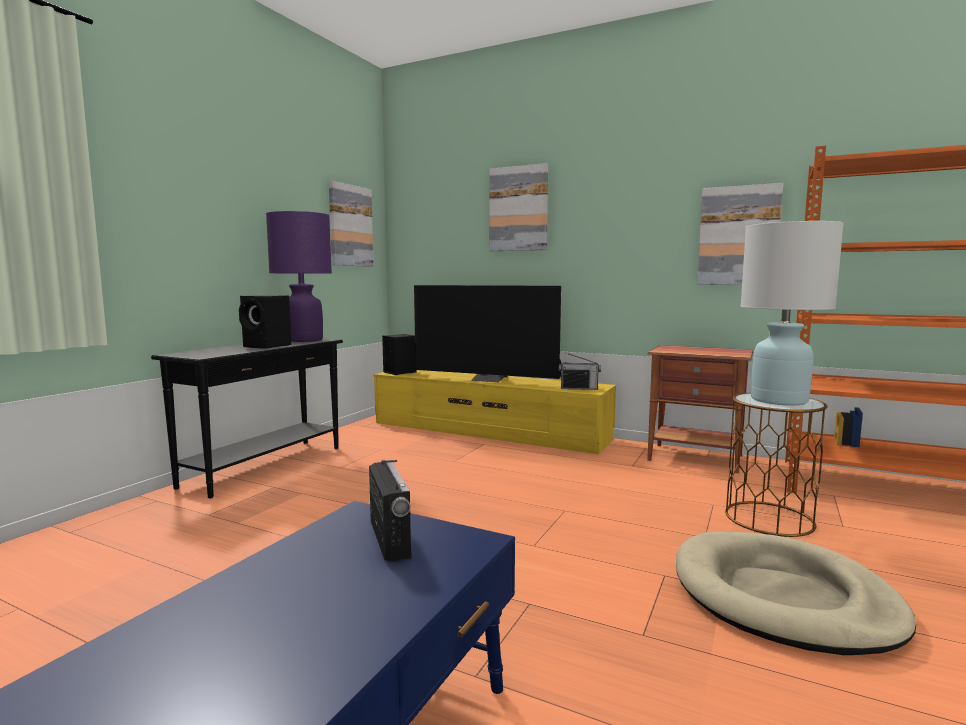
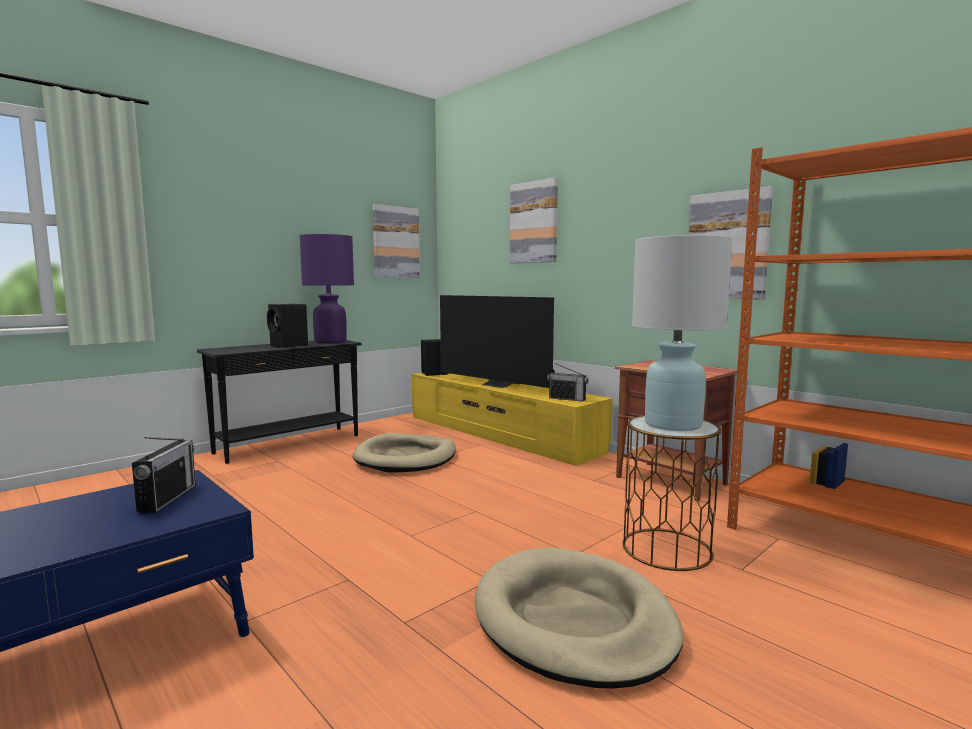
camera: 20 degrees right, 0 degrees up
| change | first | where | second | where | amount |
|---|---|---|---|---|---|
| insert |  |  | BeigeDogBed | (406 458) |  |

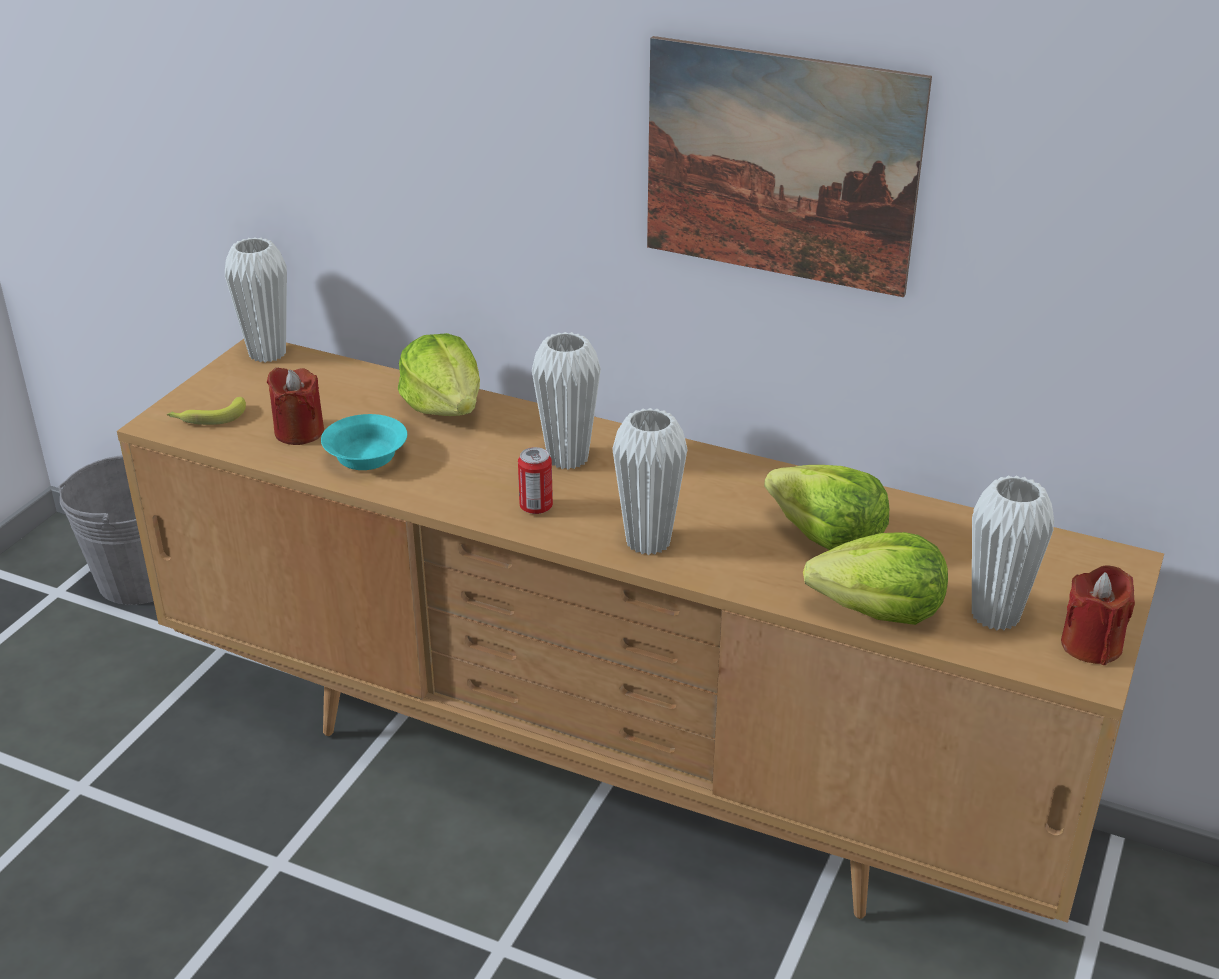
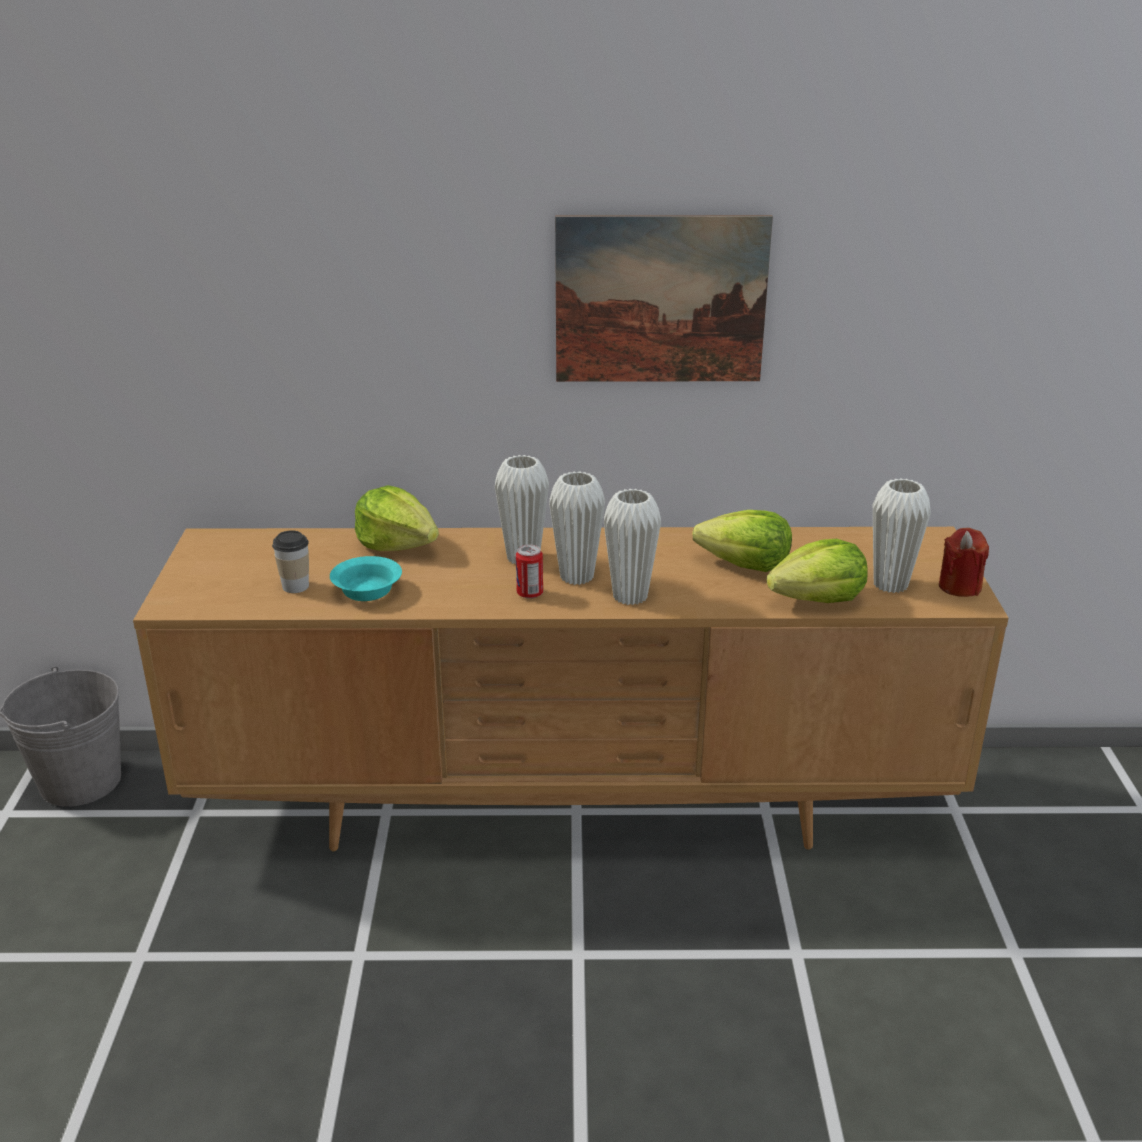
camera: 25 degrees left, 5 degrees down
| change | first | where | second | where | amount |
|---|---|---|---|---|---|
| replace | RedColouredWaxLight | (299 432) | DrinkingCup | (295 586) |  |
| move | WhitishFlowerVase | (267 353) |  | (576 576) |  |
| delete | BananaFruit | (207 417) |  |  |  |

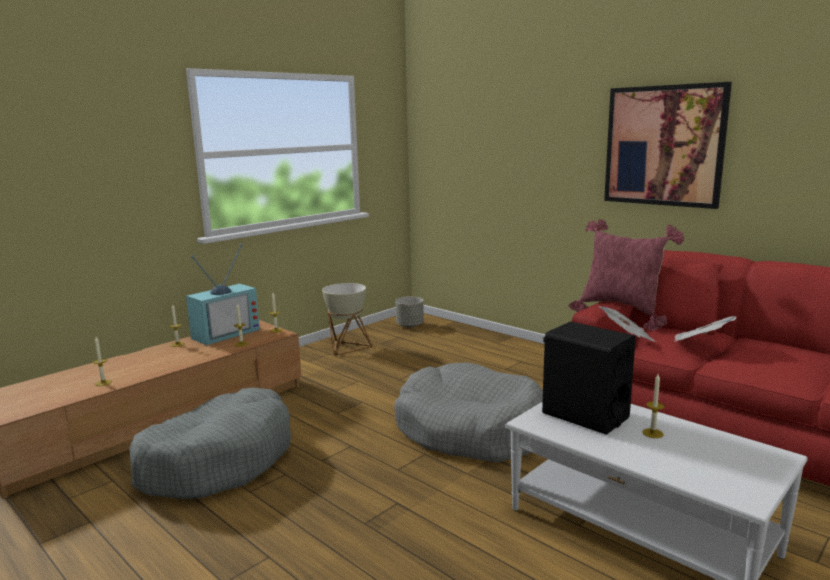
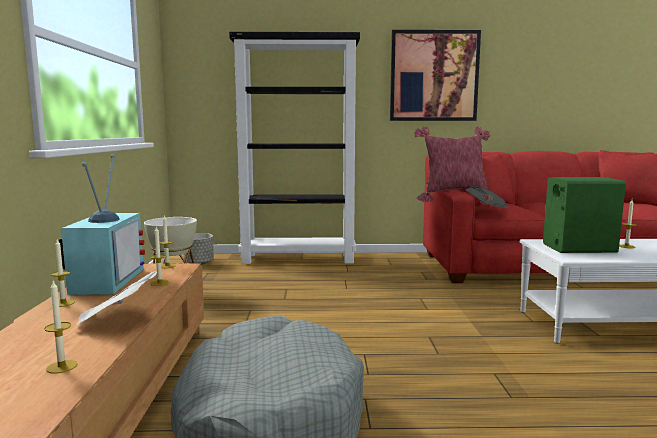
camera: 45 degrees left, 5 degrees down
| change | first | where | second | where | amount |
|---|---|---|---|---|---|
| move | Newspaper | (700 343) |  | (116 319) |  |
| insert |  |  | BlackishBookcase | (299 258) |  |
| recolor | BlackishSpeaker | (584 415) | GreenColouredSpeaker | (578 248) |  |
| delete | GrayDogBed | (470 429) |  |  |  |

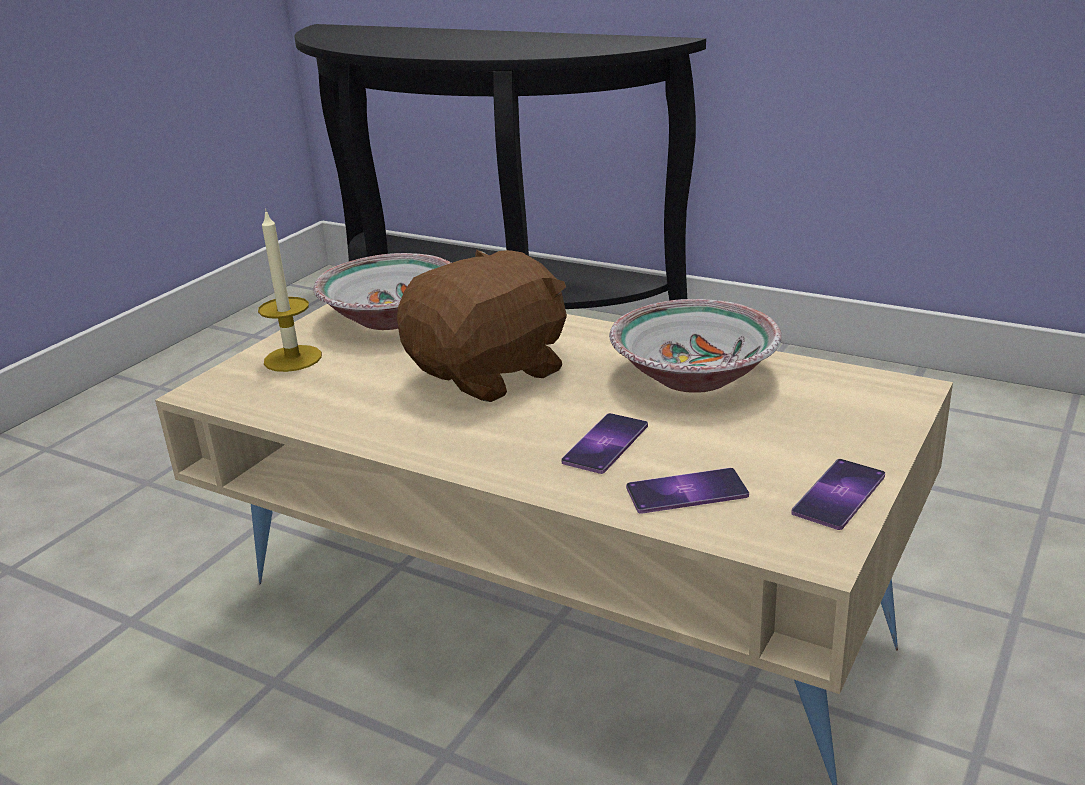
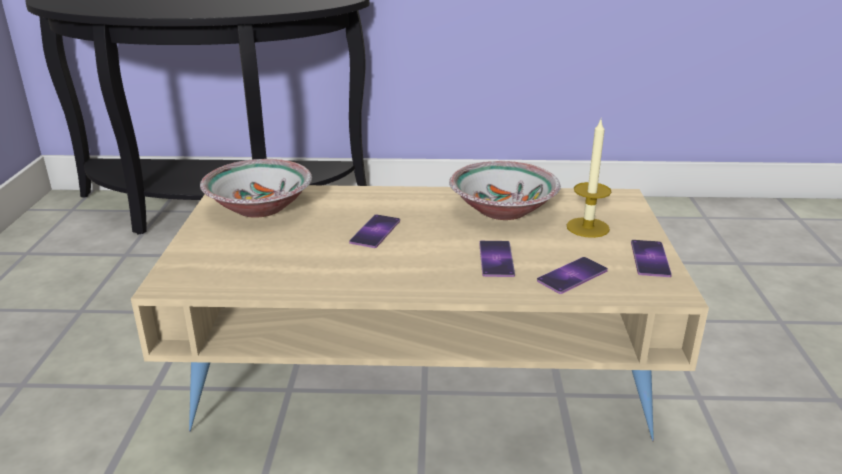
camera: 30 degrees left, 0 degrees up
| change | first | where | second | where | amount |
|---|---|---|---|---|---|
| replace | BrownishCuddlyToy | (491 373) | Handset | (375 231) |  |
| move | WaxLight | (293 358) |  | (587 227) |  |

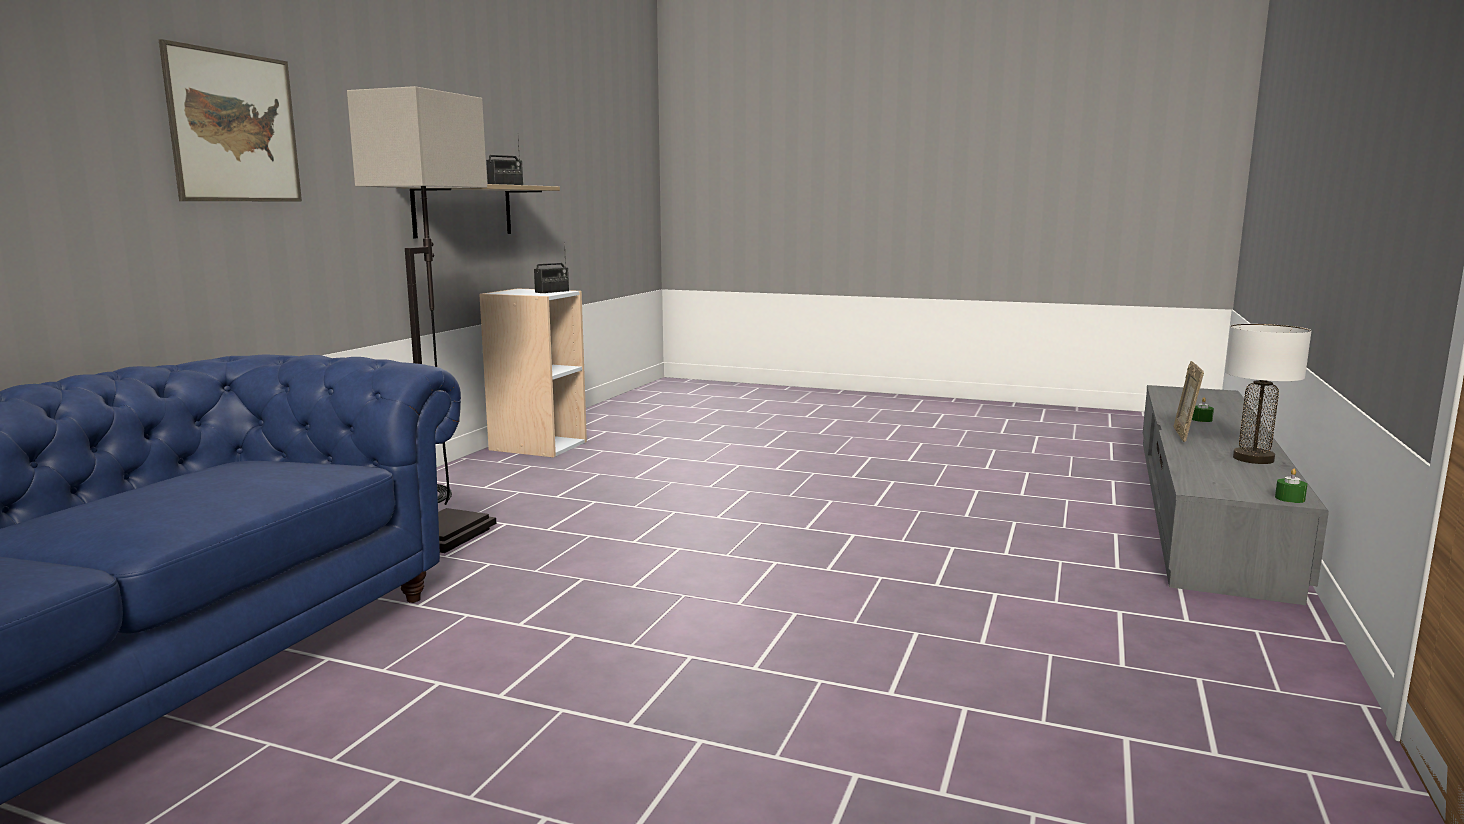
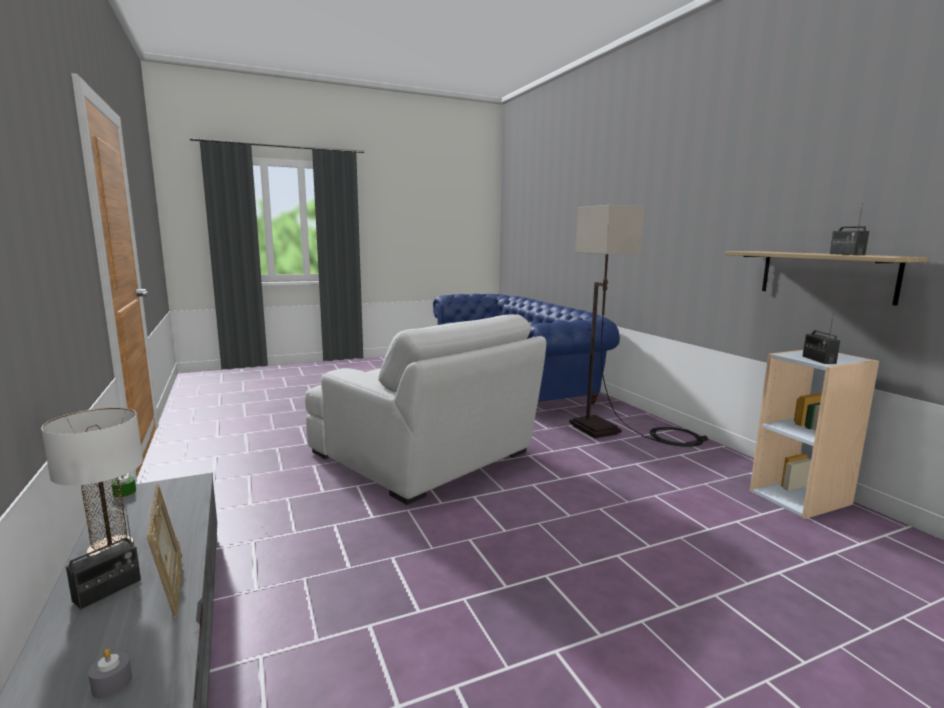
camera: 135 degrees right, 0 degrees up
| change | first | where | second | where | amount |
|---|---|---|---|---|---|
| insert |  |  | RadioReceiver | (107 590) |  |
| recolor | GreenColouredWaxLight | (1201 419) | GrayWaxLight | (112 684) |  |
| insert |  |  | WhitishEasyChair | (425 455) |  |
| delete | WallPicture | (234 127) |  |  |  |

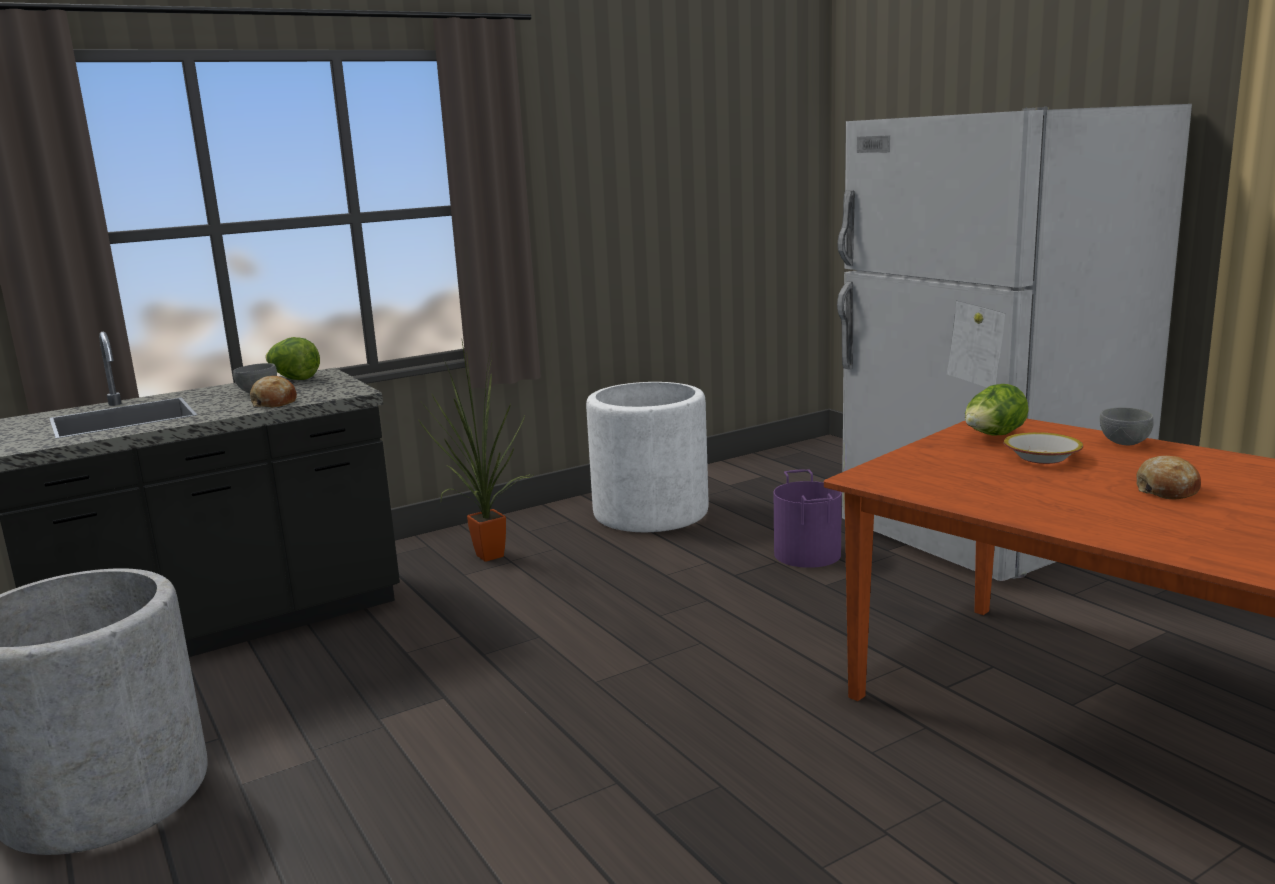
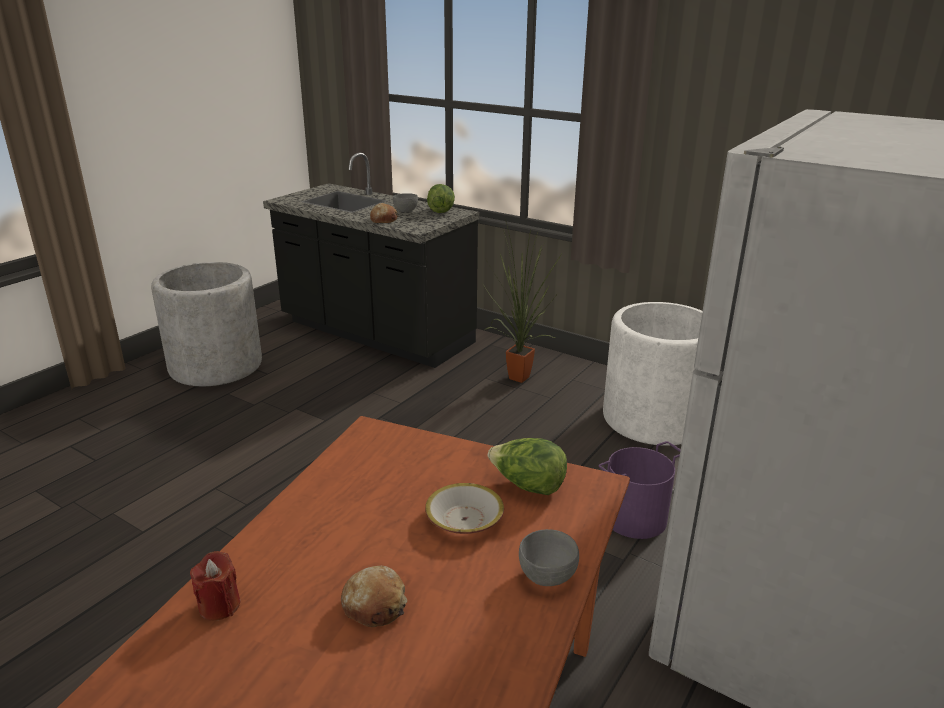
camera: 65 degrees right, 10 degrees up
| change | first | where | second | where | amount |
|---|---|---|---|---|---|
| insert |  |  | RedColouredWaxLight | (219 605) |  |

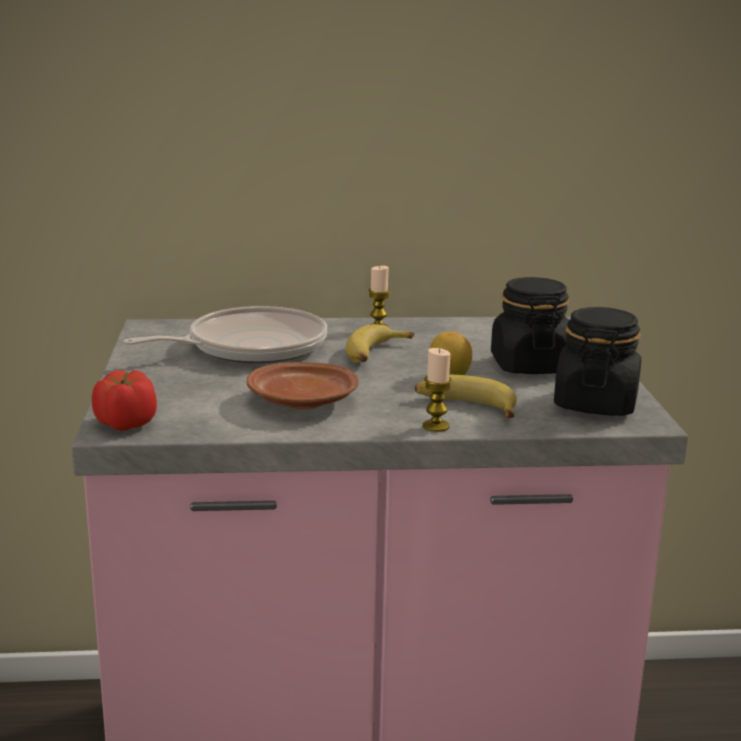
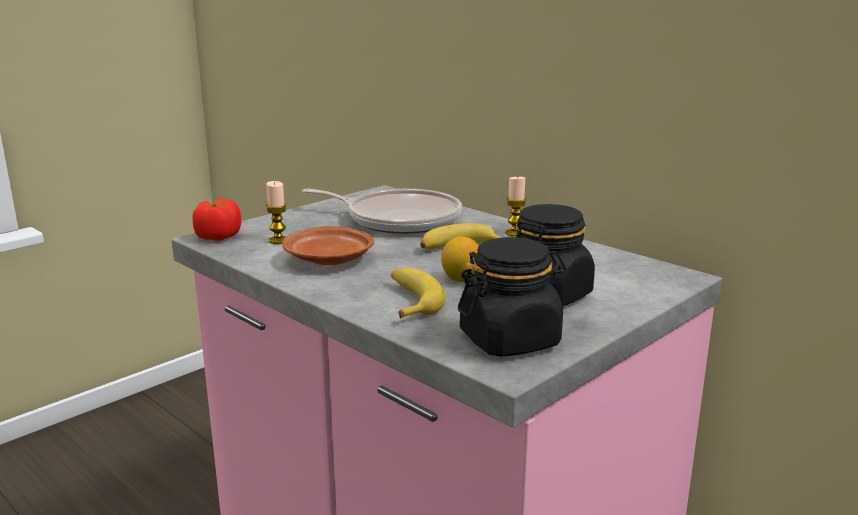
camera: 50 degrees right, 0 degrees up
| change | first | where | second | where | amount |
|---|---|---|---|---|---|
| move | WaxLight | (436 426) |  | (278 240) |  |

